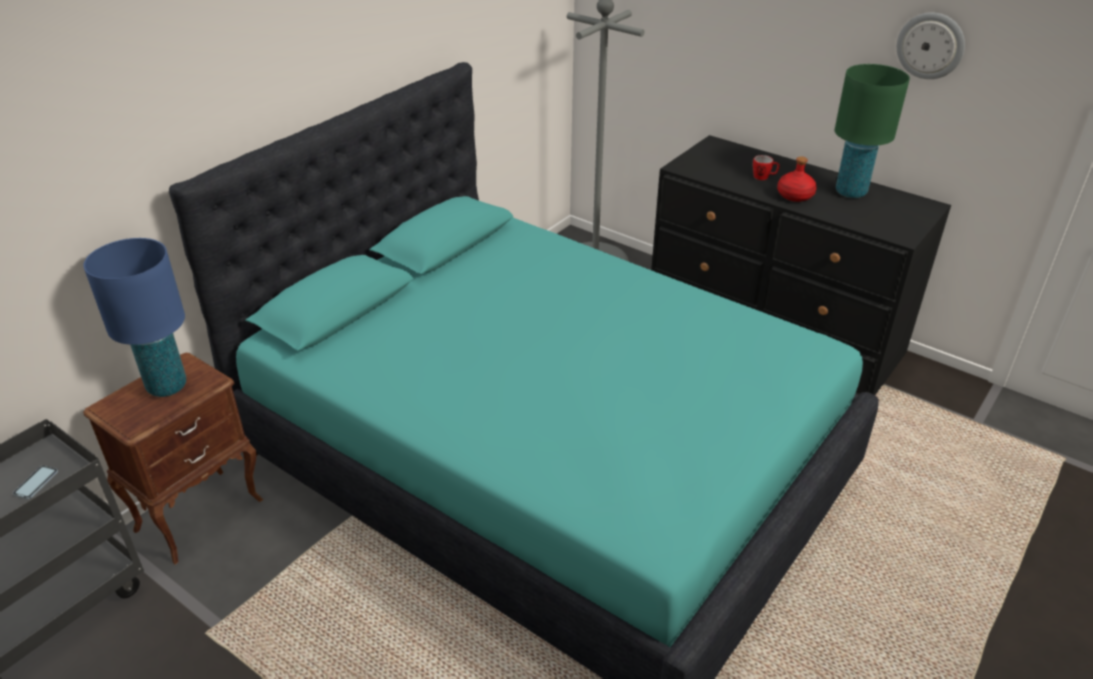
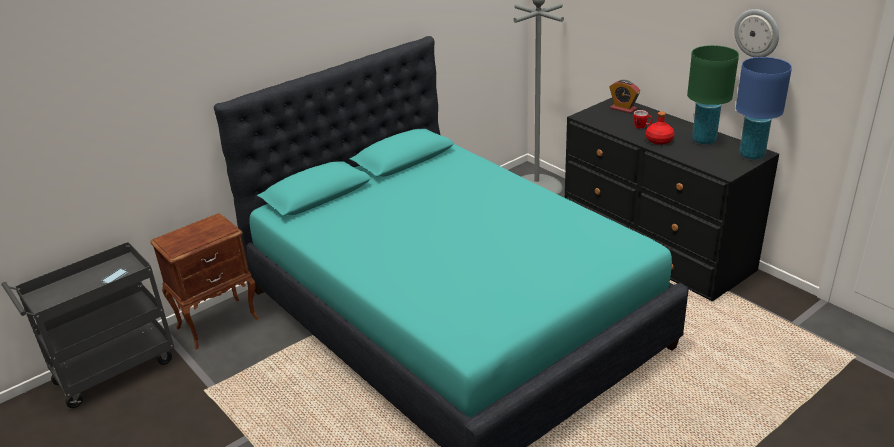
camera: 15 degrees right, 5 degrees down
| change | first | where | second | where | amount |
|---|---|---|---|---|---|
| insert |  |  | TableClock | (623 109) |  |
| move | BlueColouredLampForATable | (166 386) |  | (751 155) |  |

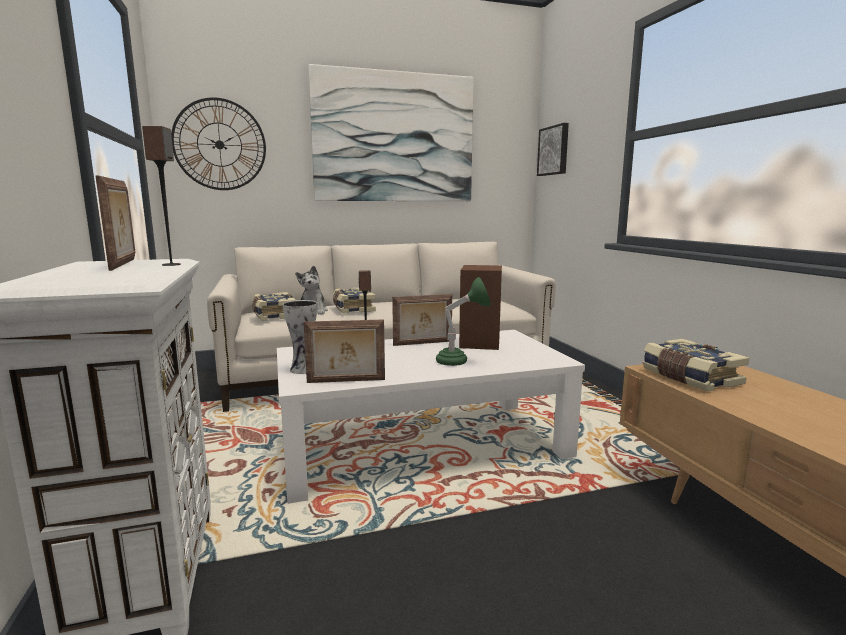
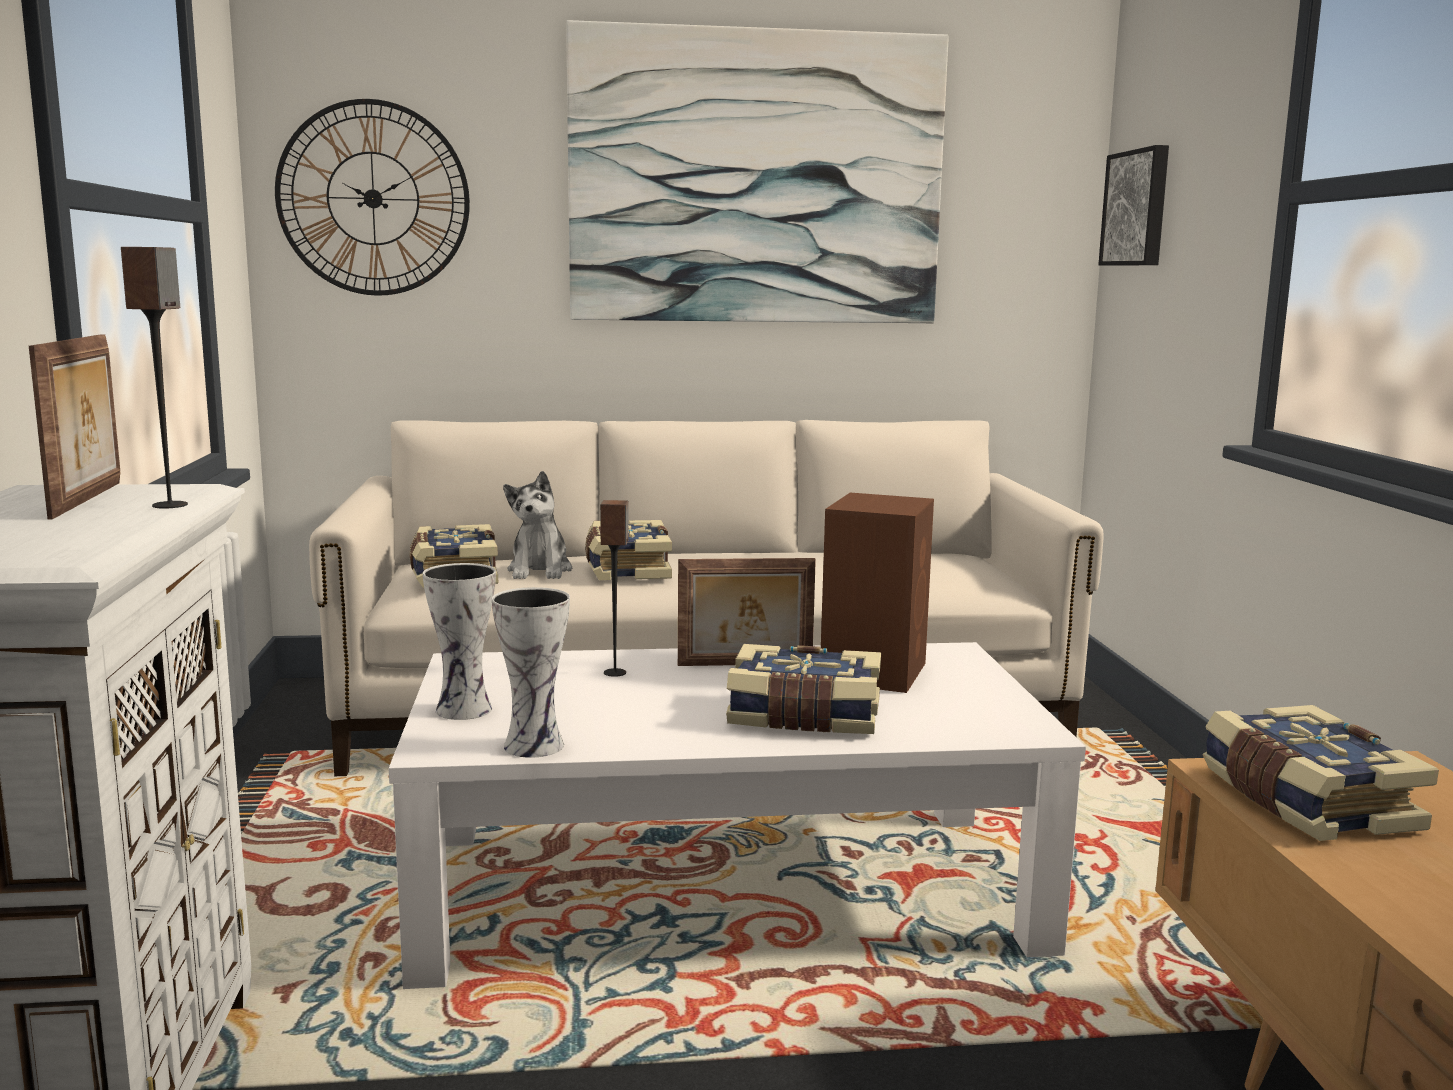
camera: 10 degrees right, 0 degrees up
| change | first | where | second | where | amount |
|---|---|---|---|---|---|
| replace | StandingFrame | (346 381) | FlowerVase | (536 745) |  |
| replace | GreenColouredLampForATable | (461 362) | Book | (804 717) |  |

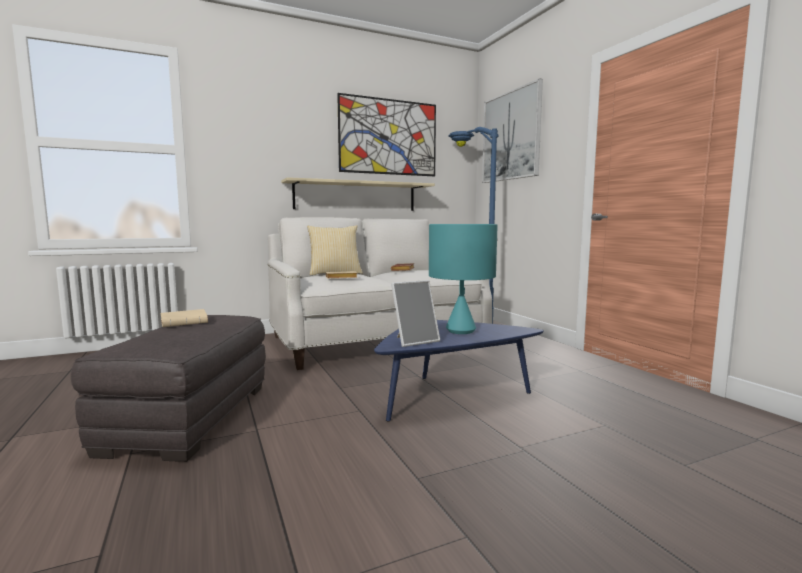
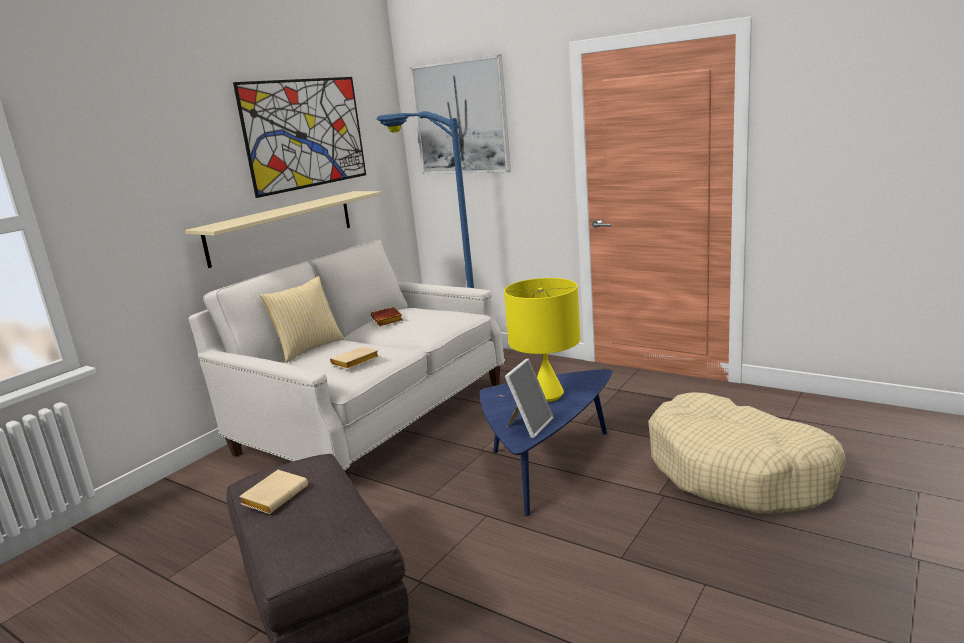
camera: 30 degrees left, 10 degrees up
| change | first | where | second | where | amount |
|---|---|---|---|---|---|
| recolor | BlueGreenLampForATable | (460 331) | YellowColouredLampForATable | (548 396) |  |
| insert |  |  | BeigeDogBed | (739 472) |  |

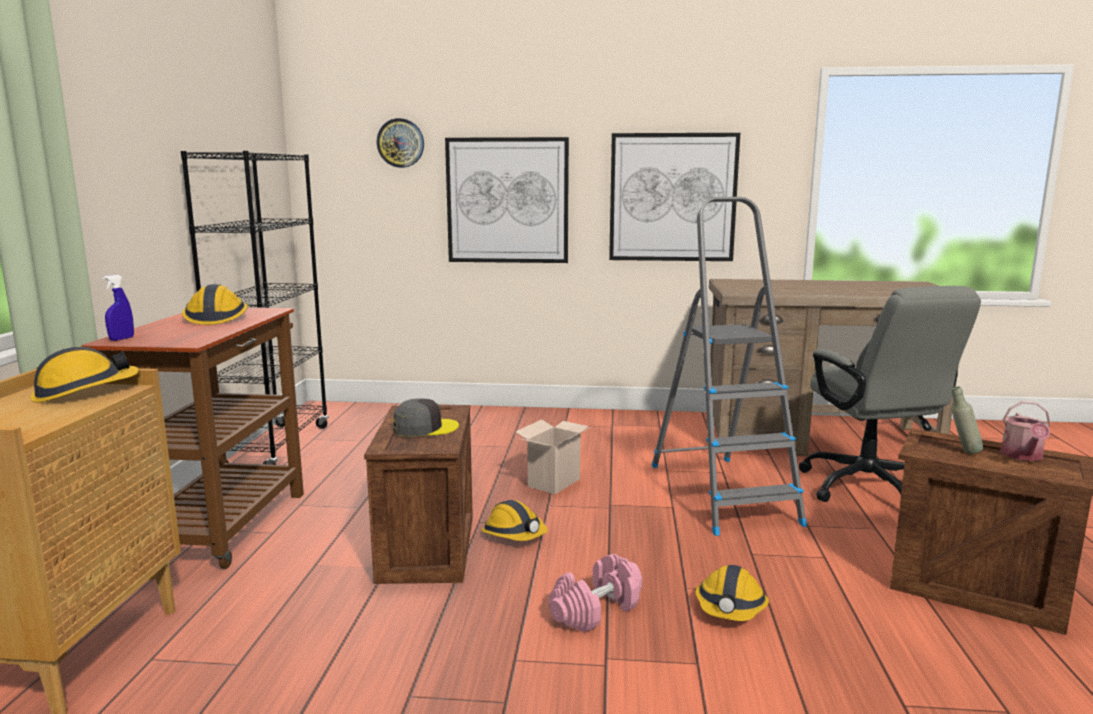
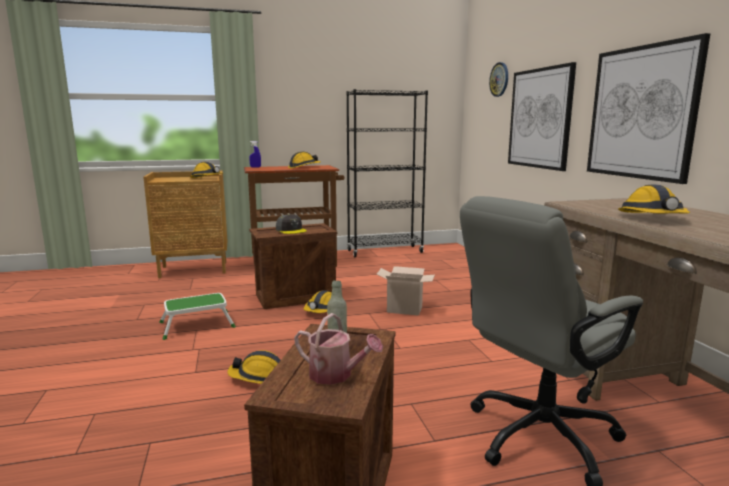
camera: 70 degrees right, 0 degrees up
| change | first | where | second | where | amount |
|---|---|---|---|---|---|
| insert |  |  | GreenColouredStepStool | (197 324) |  |
| rotate | SprinklingCan | (1023 456) |  | (336 375) | 150 degrees counterclockwise |
| insert |  |  | SafetyHelmet | (652 218) |  |
| delete | PinkishHandWeight | (596 610) |  |  |  |
| delete | GrayStepStool | (722 493) |  |  |  |

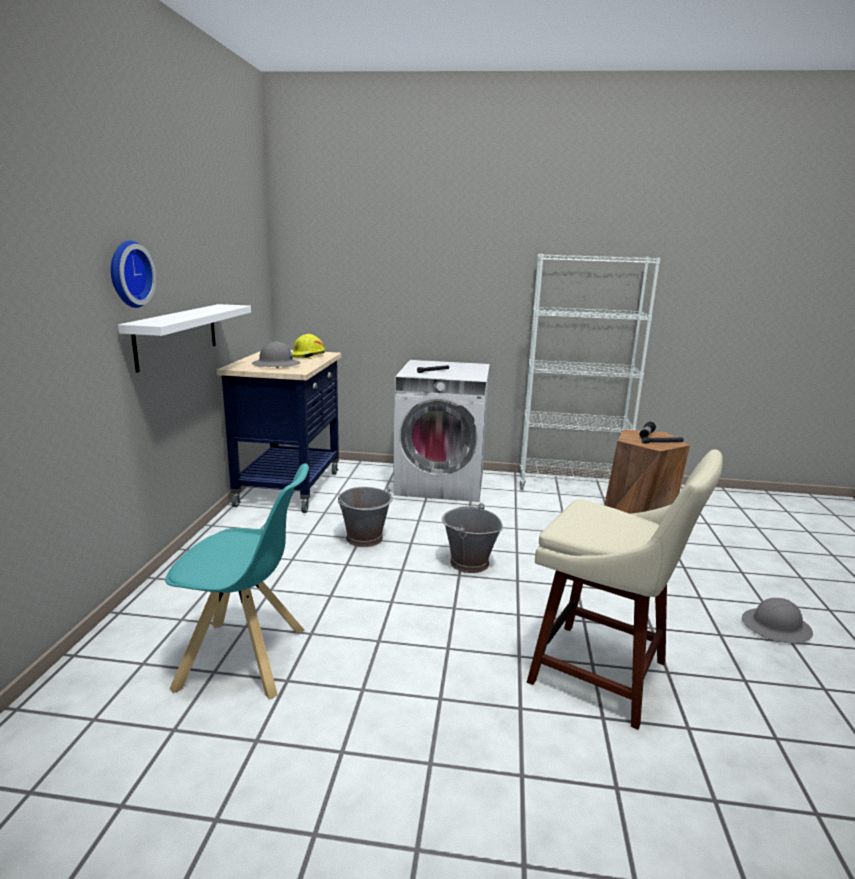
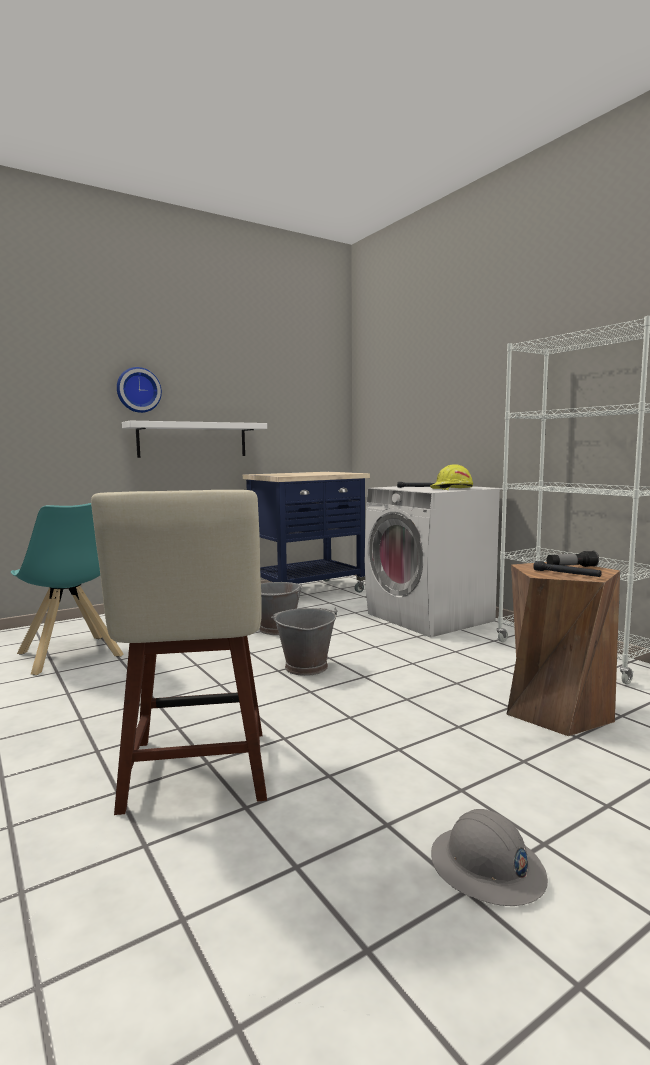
camera: 50 degrees right, 10 degrees down
| change | first | where | second | where | amount |
|---|---|---|---|---|---|
| move | YellowColouredSafetyHelmet | (308 356) |  | (451 489) |  |
| delete | GraySafetyHelmet | (276 365) |  |  |  |

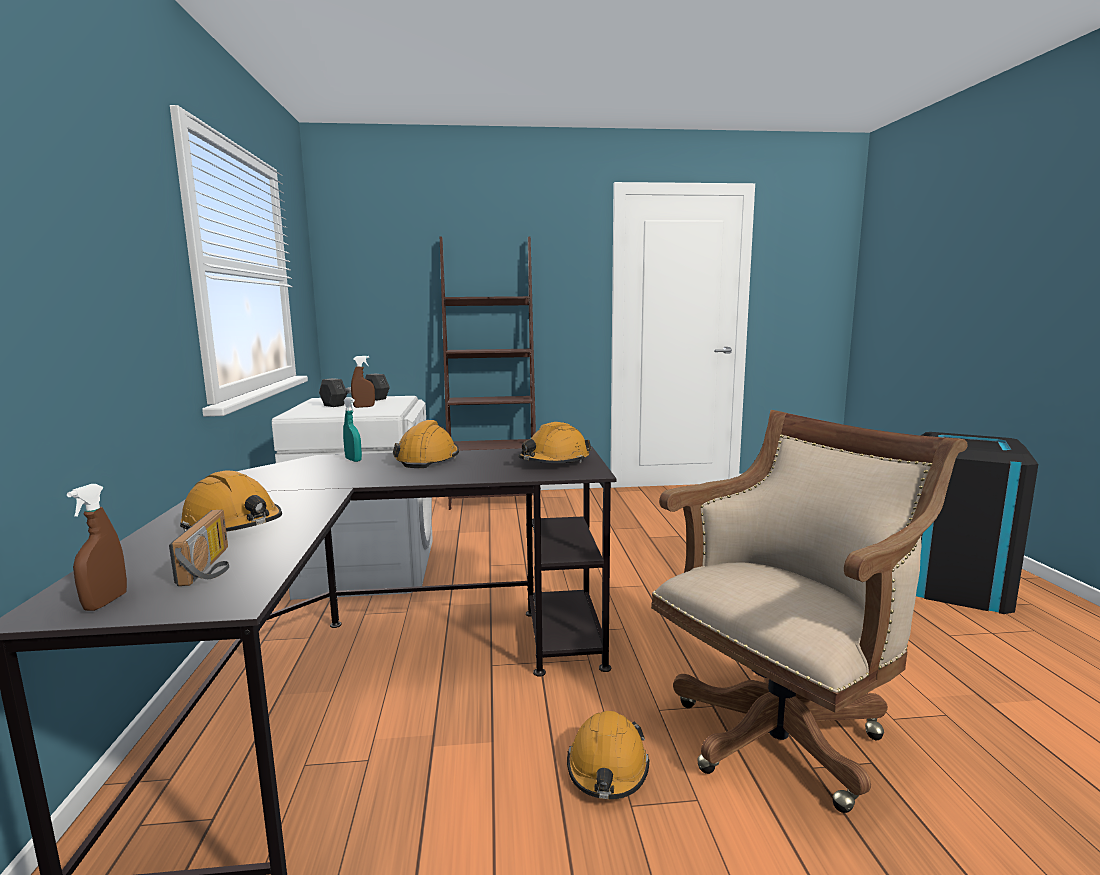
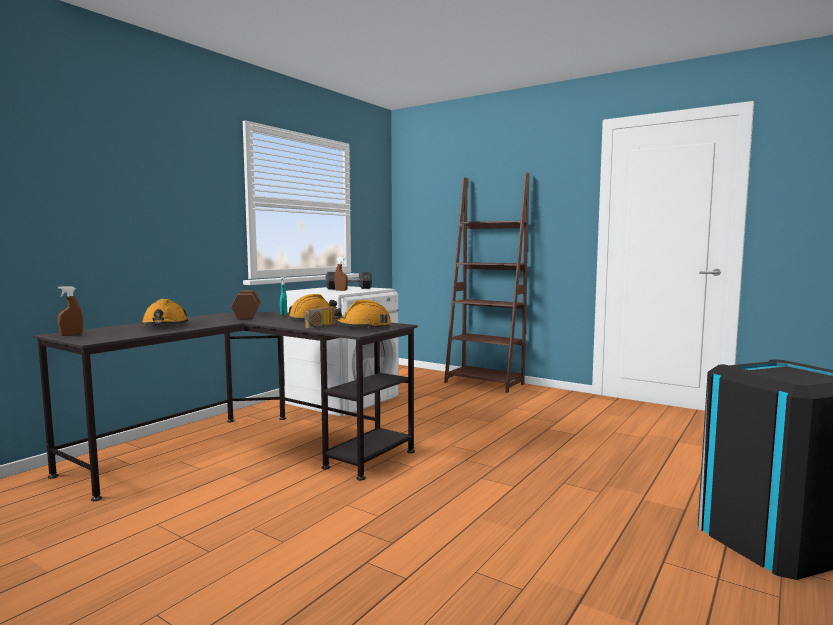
camera: 40 degrees right, 5 degrees down
| change | first | where | second | where | amount |
|---|---|---|---|---|---|
| insert |  |  | BrownishHandWeight | (246 315) |  |
| move | RadioReceiver | (213 566) |  | (322 326) |  |
| delete | OrangeySafetyHelmet | (607 768) |  |  |  |
| delete | OfficeChair | (783 733) |  |  |  |

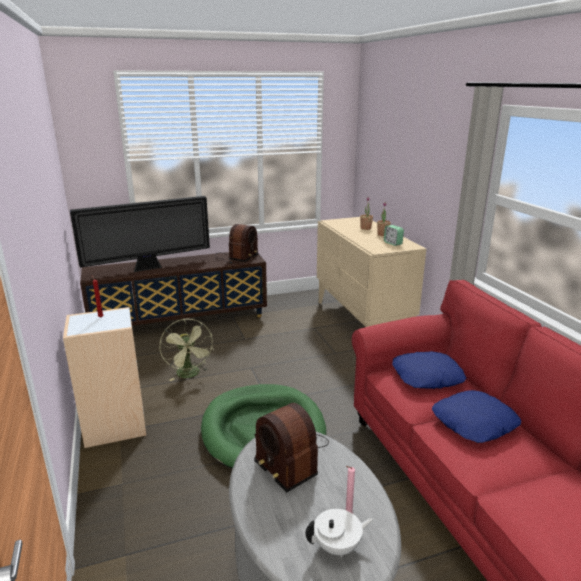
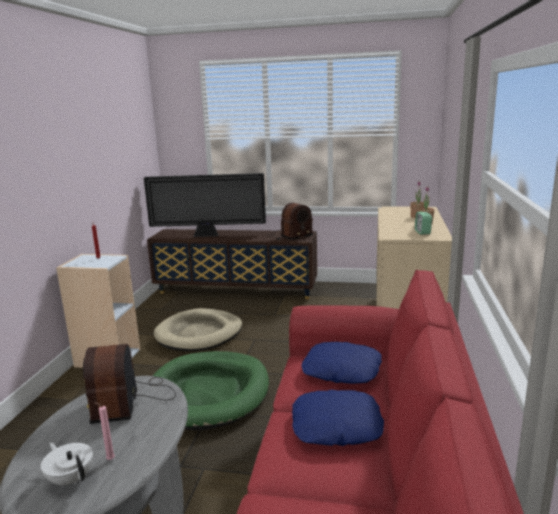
camera: 30 degrees right, 5 degrees down
| change | first | where | second | where | amount |
|---|---|---|---|---|---|
| rotate | WhitishPotForTea | (338 546) |  | (71 478) | 150 degrees counterclockwise |
| replace | GreenColouredElectricFan | (190 375) | BeigeDogBed | (199 333) |  |

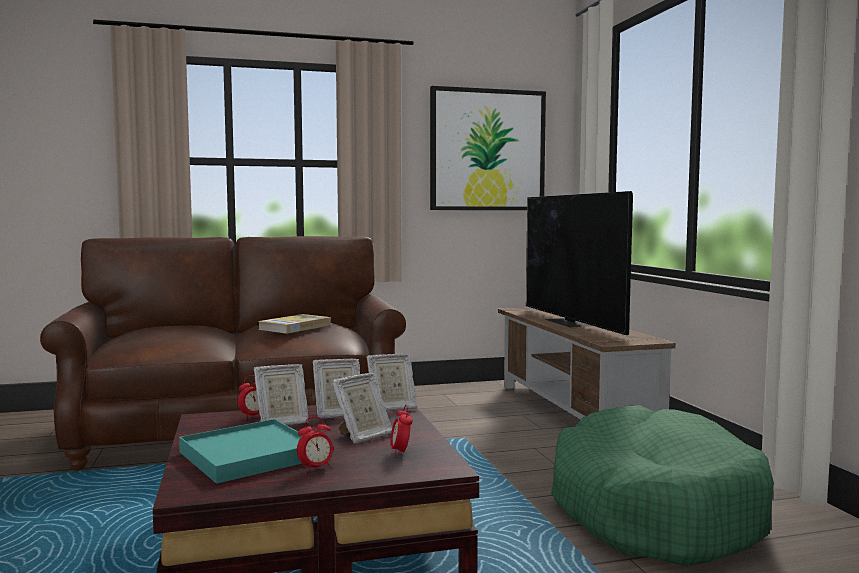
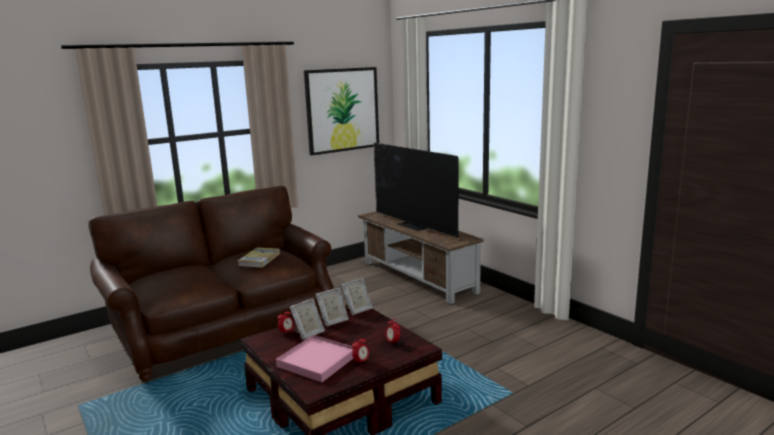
camera: 20 degrees left, 10 degrees up
| change | first | where | second | where | amount |
|---|---|---|---|---|---|
| recolor | BlueGreenServingTray | (248 456) | PinkishServingTray | (317 361) |  |
| delete | StandingFrame | (363 436) |  |  |  |
| delete | GreenColouredDogBed | (653 510) |  |  |  |

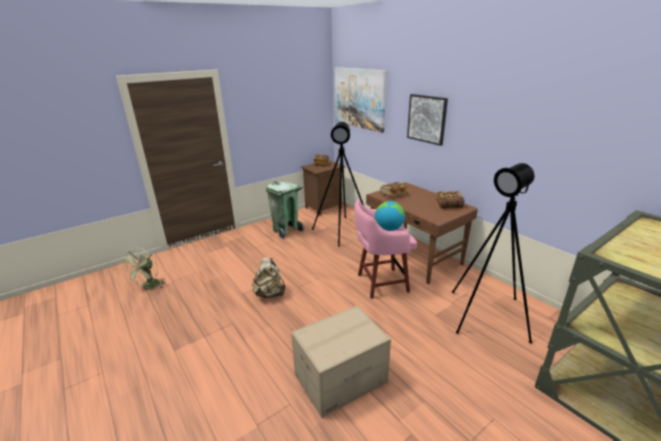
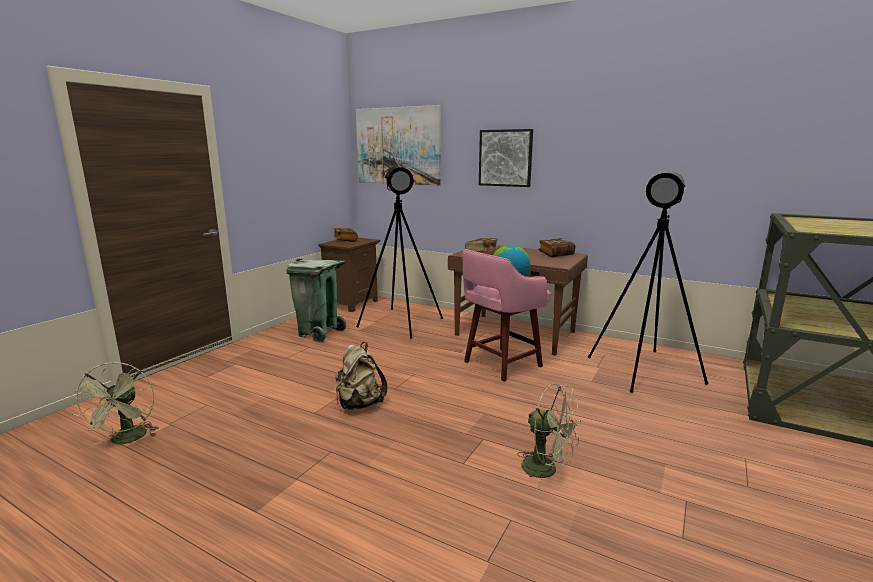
camera: 25 degrees left, 10 degrees down
| change | first | where | second | where | amount |
|---|---|---|---|---|---|
| replace | PackingBox | (340 377) | GreenColouredElectricFan | (547 470) |  |

